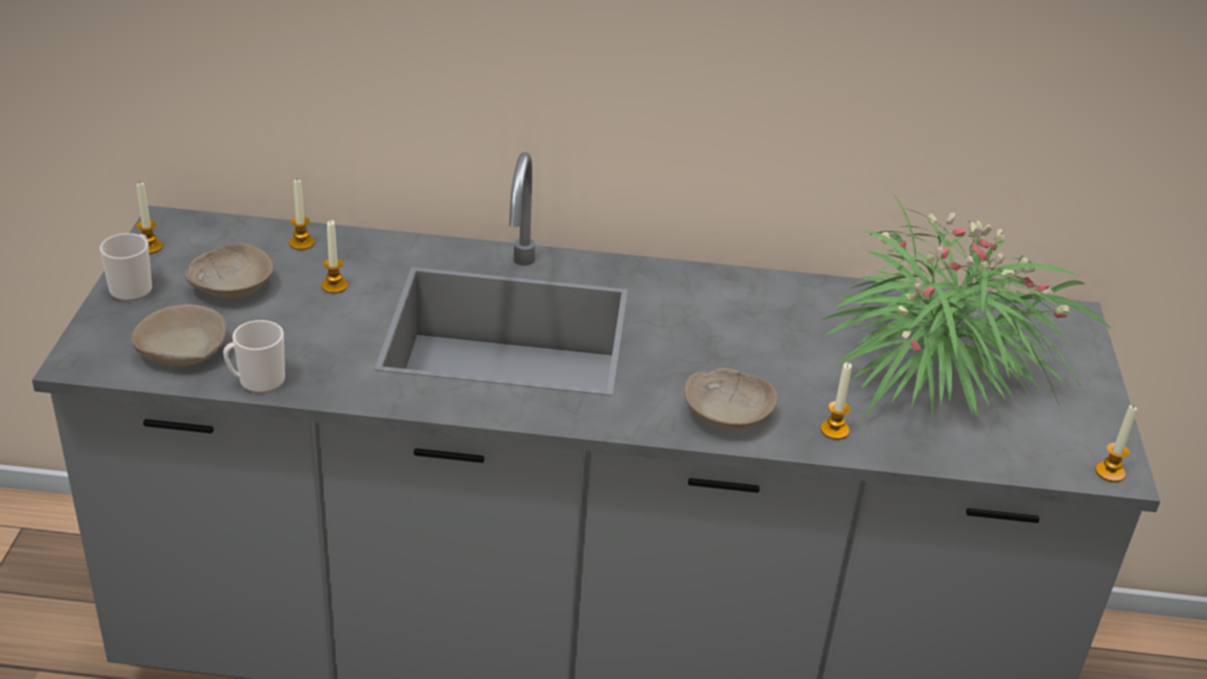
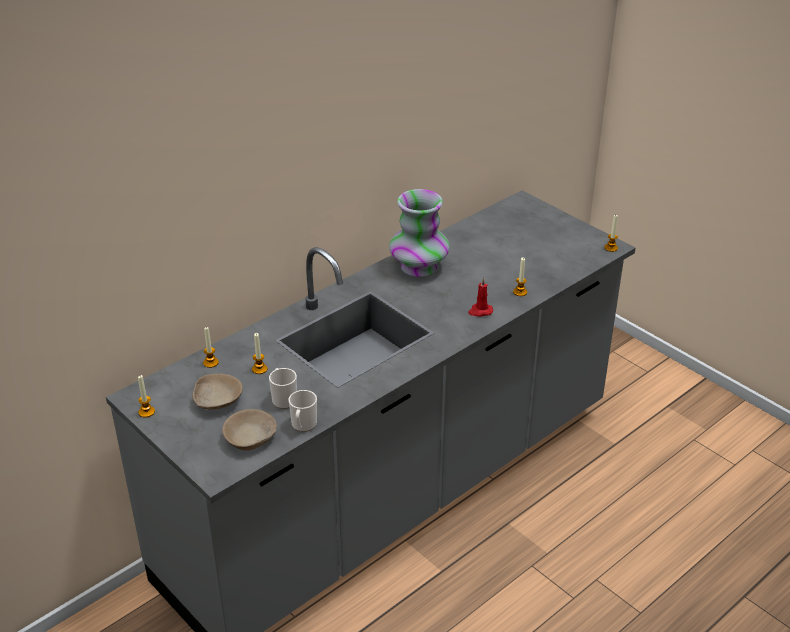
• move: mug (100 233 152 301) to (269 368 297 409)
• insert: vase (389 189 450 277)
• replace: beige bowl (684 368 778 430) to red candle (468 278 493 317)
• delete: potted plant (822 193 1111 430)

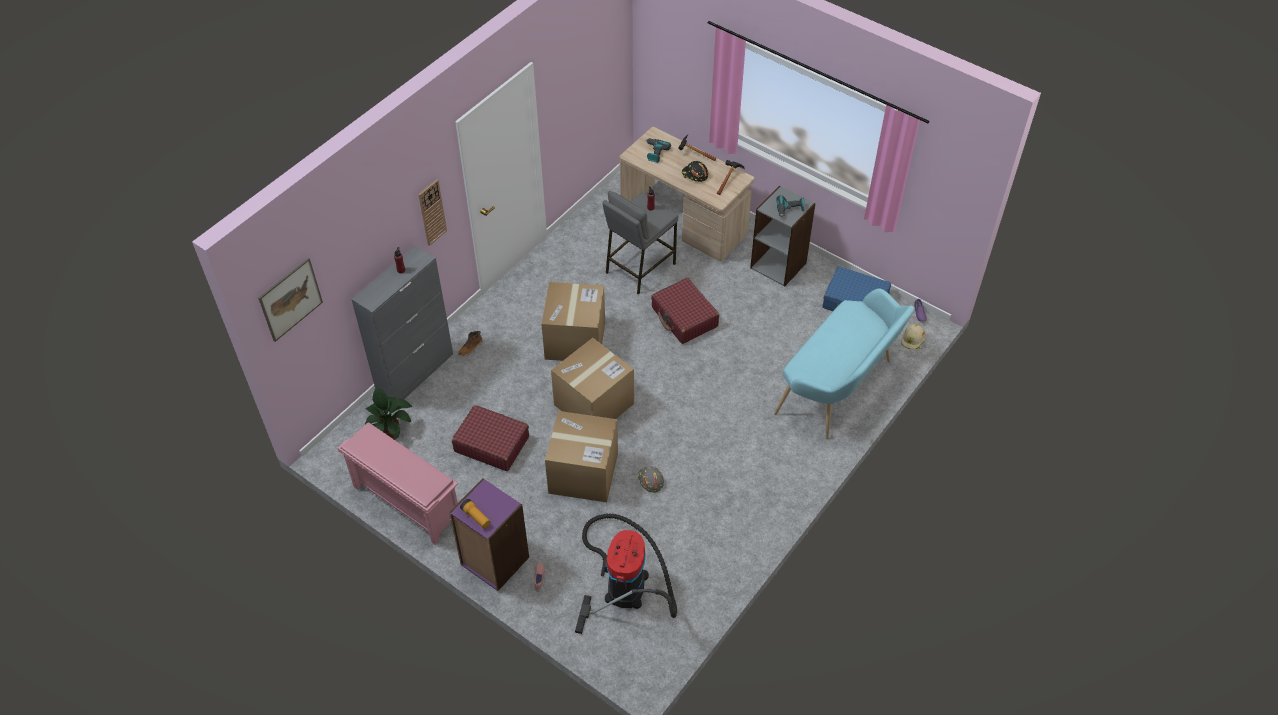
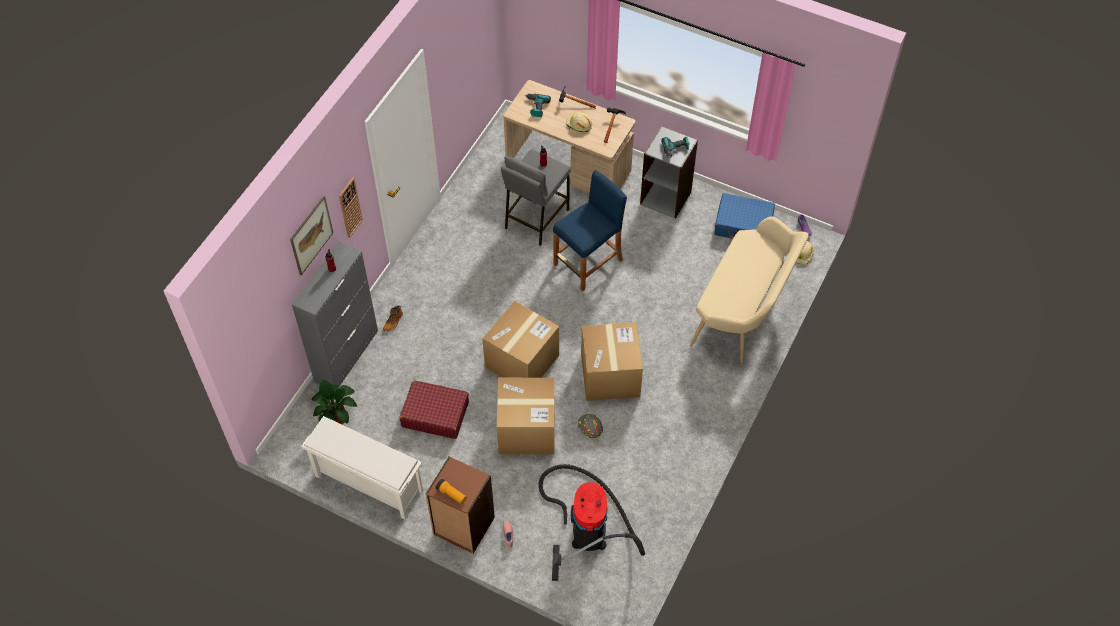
• move: picture (258 258 323 342) to (290 196 333 275)
• recolor: pink shoe rack (338 422 458 545) to white shoe rack (301 416 424 519)
• recolor: purple bookcase (449 478 529 591) to brown bookcase (426 456 495 554)
• replace: red suitcase (651 278 719 344) to blue stool (553 170 627 291)
• recolor: black hard hat (682 161 708 182) to beige hard hat (566 112 592 132)
• move: cardboard box (541 282 605 361) to (581 322 643 401)
• recolor: turquoise bench (774 288 915 439) to beige bench (690 217 809 363)

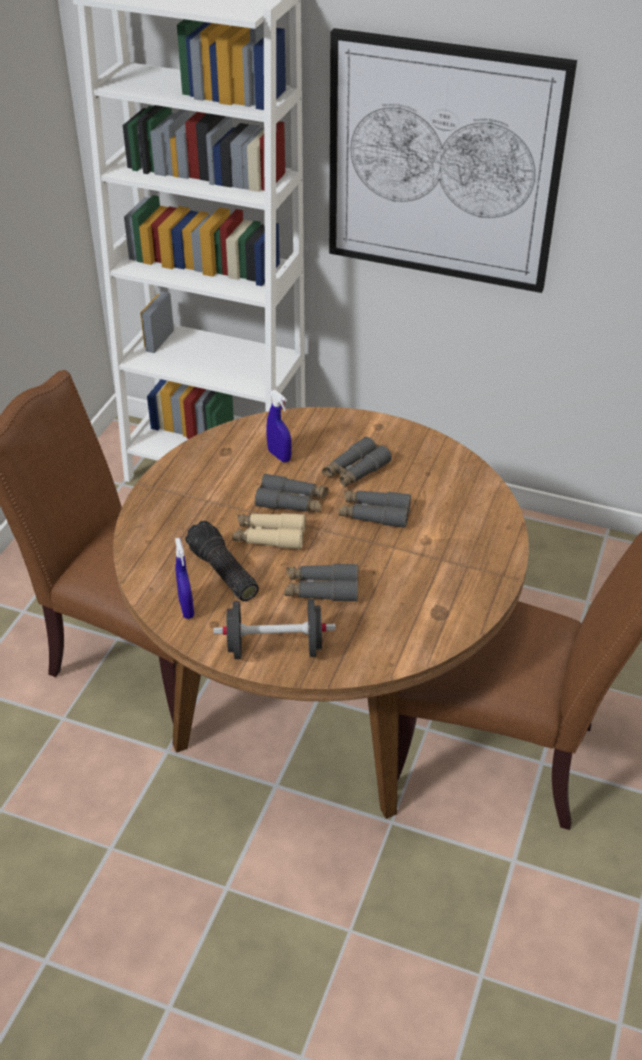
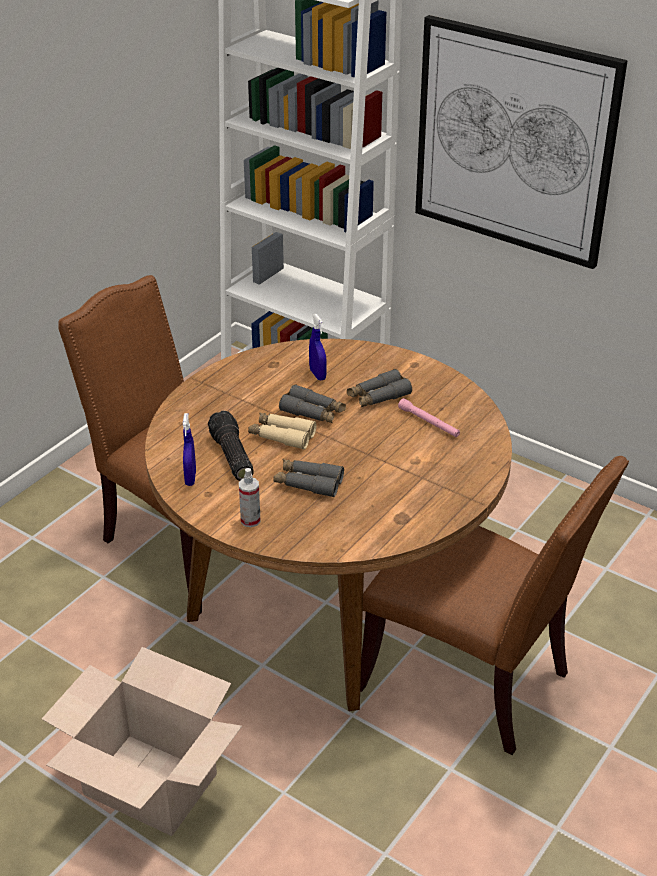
• insert: cardboard box (42 647 242 836)
• replace: black dumbbell (213 599 336 659) to spray bottle (239 468 261 527)
• insert: pink flashlight (398 398 460 437)
• delete: grey binoculars (339 490 411 528)

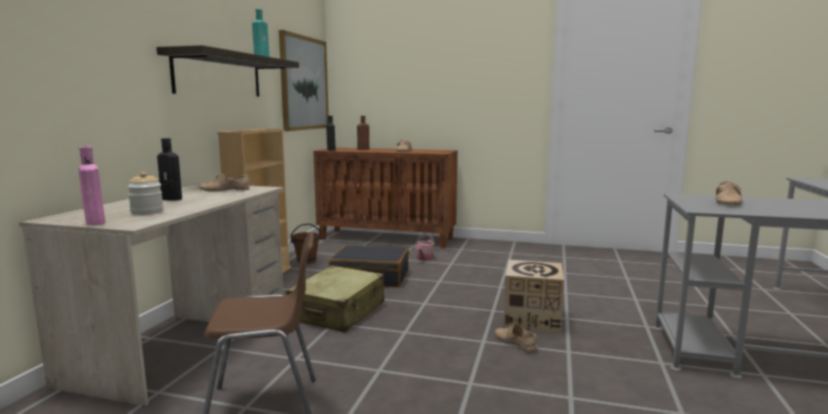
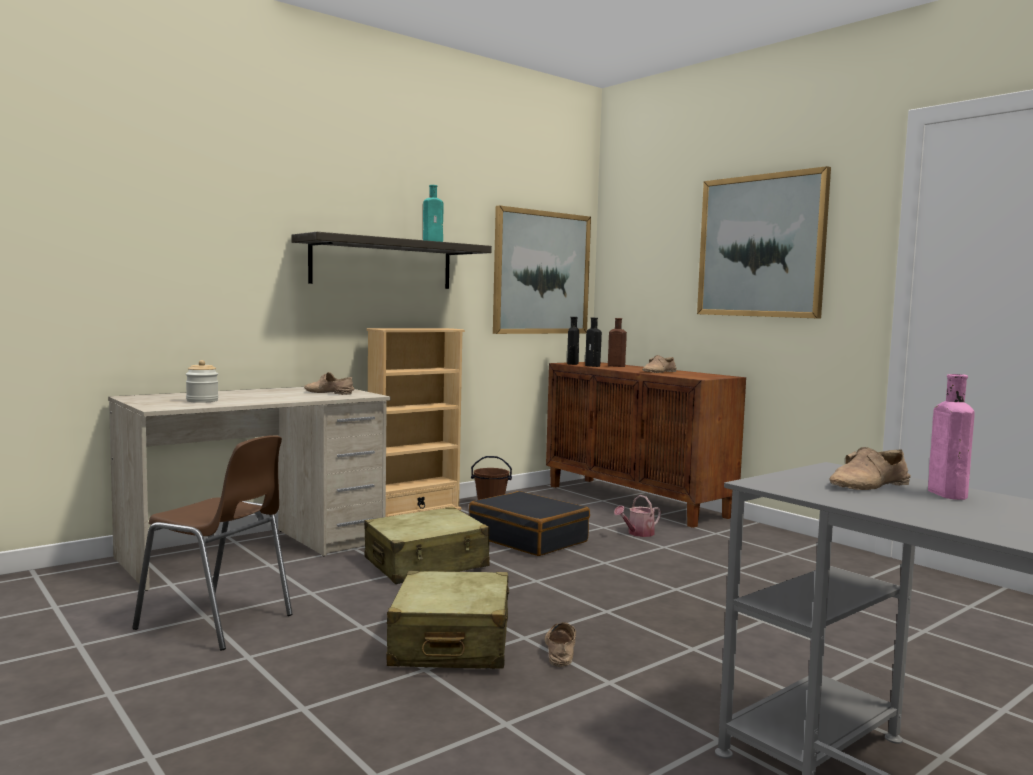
• insert: beige suitcase (386 571 509 669)
• move: black bottle (157 138 182 201) to (585 317 602 367)
• insert: picture (697 166 831 319)
• move: pink bottle (79 146 106 225) to (928 374 975 500)
• delete: cardboard box (504 260 564 334)

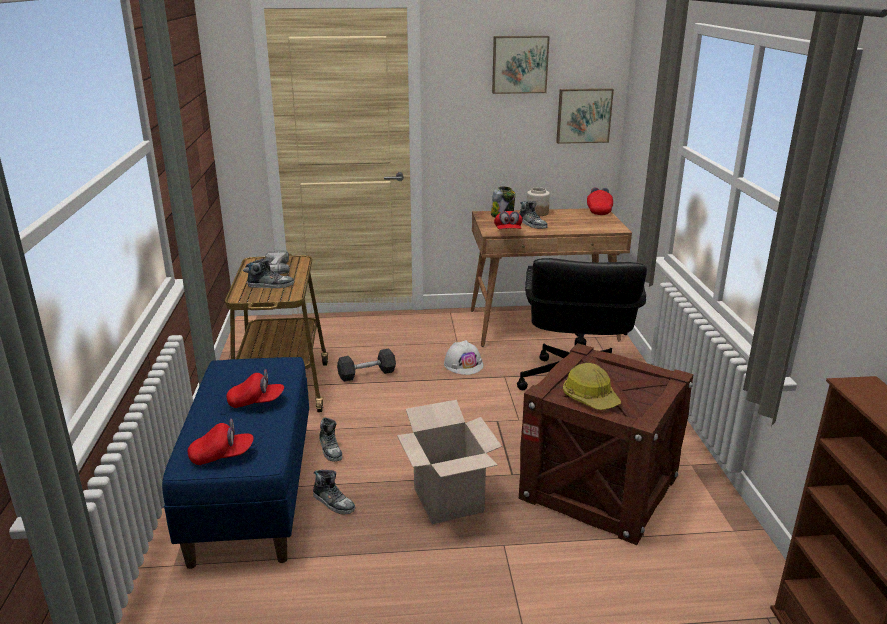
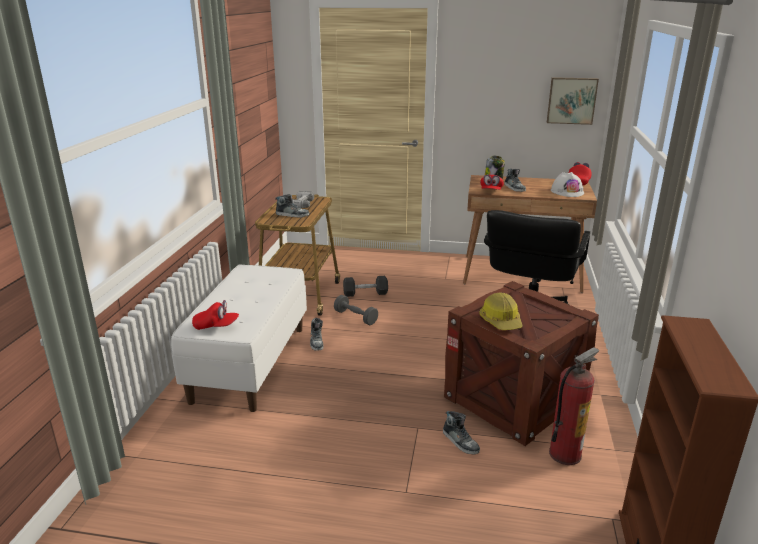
• recolor: blue bench (162 357 309 569) to white bench (171 264 307 412)
• insert: grey dumbbell (334 295 378 325)
• move: shoe (313 470 355 514) to (443 411 480 455)
• insert: fire extinguisher (549 347 599 465)
• move: white hard hat (444 340 484 375) to (551 172 584 197)
• delete: red cap (226 369 284 408)
• delete: cardboard box (397 400 502 524)
• delete: picture (492 36 550 94)
• delete: jar (527 187 550 216)

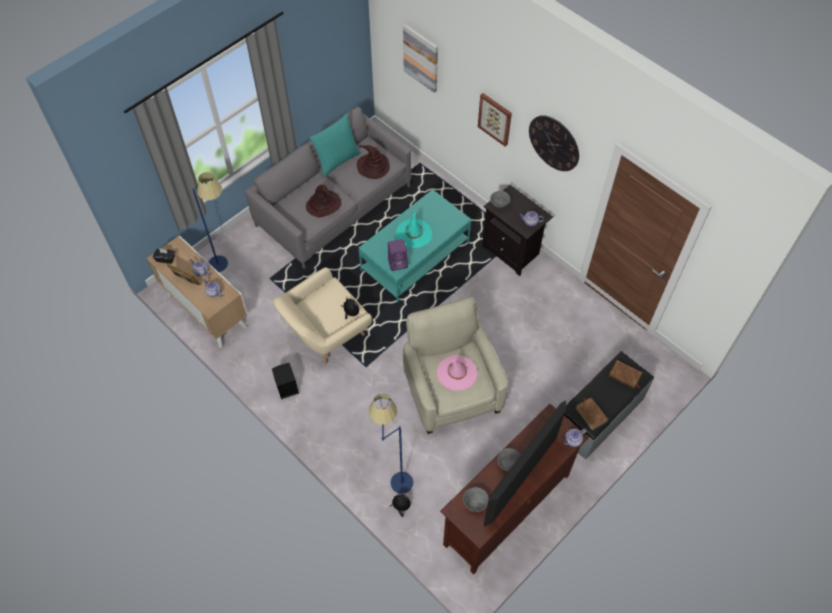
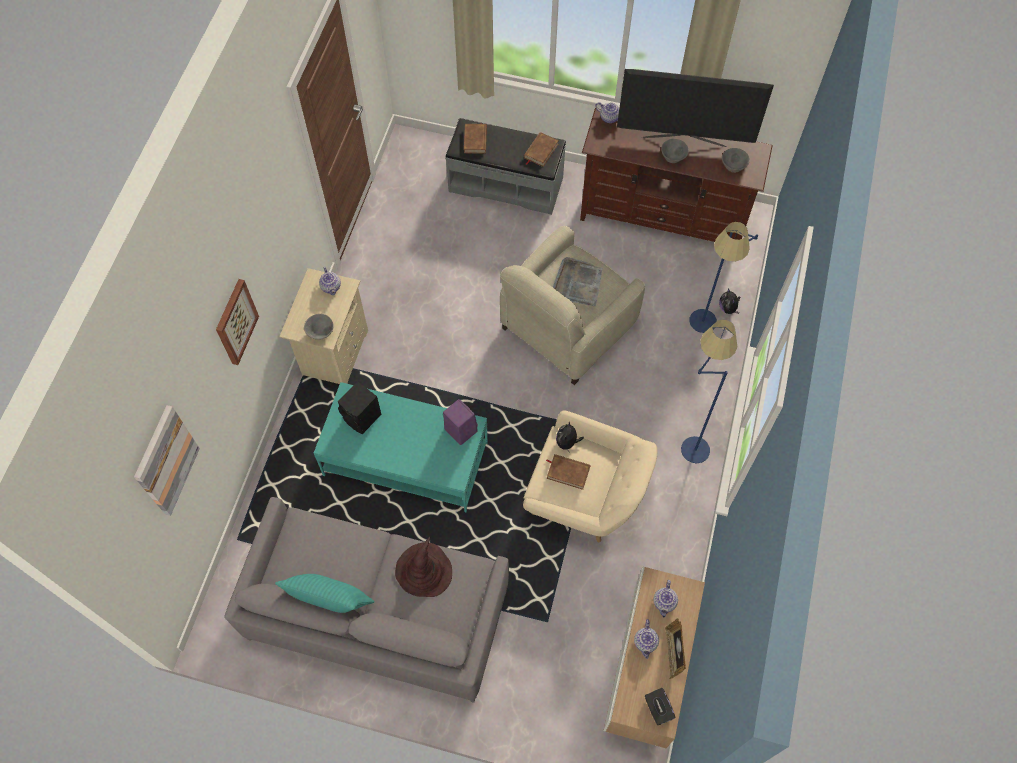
• recolor: black nightstand (482 185 553 276) to beige nightstand (279 268 368 384)
• move: black speaker (272 363 299 399) to (338 381 381 434)
• insert: brown book (546 454 591 490)
• replace: pink hat (437 355 477 391) to grey tray (553 257 602 306)
• move: blue floor lamp (192 172 228 272) to (681 320 737 463)
• delete: brown hat (357 145 390 179)
• delete: turquoise hat (396 212 432 248)
• delete: wall clock (529 115 579 171)

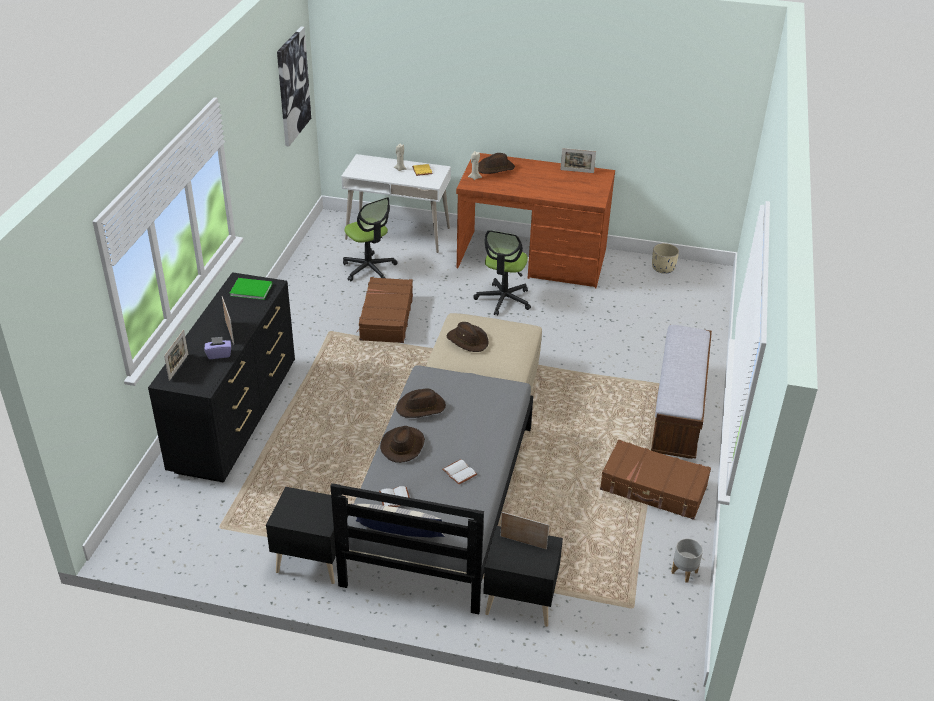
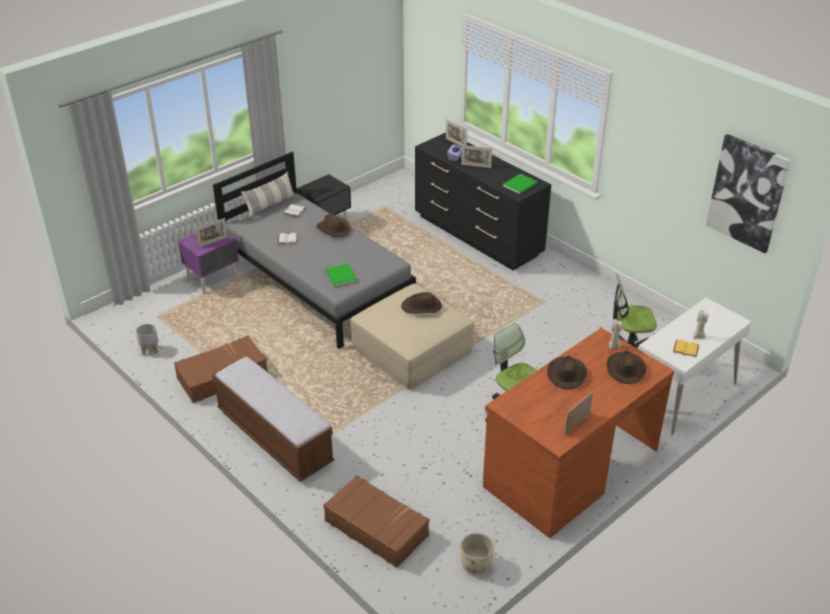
• recolor: black nightstand (483 526 563 627) to purple nightstand (178 233 239 295)
• move: brown suitcase (357 277 413 343) to (323 475 429 568)
• insert: green book (325 263 357 287)
• move: brown hat (396 388 446 418) to (547 356 587 389)

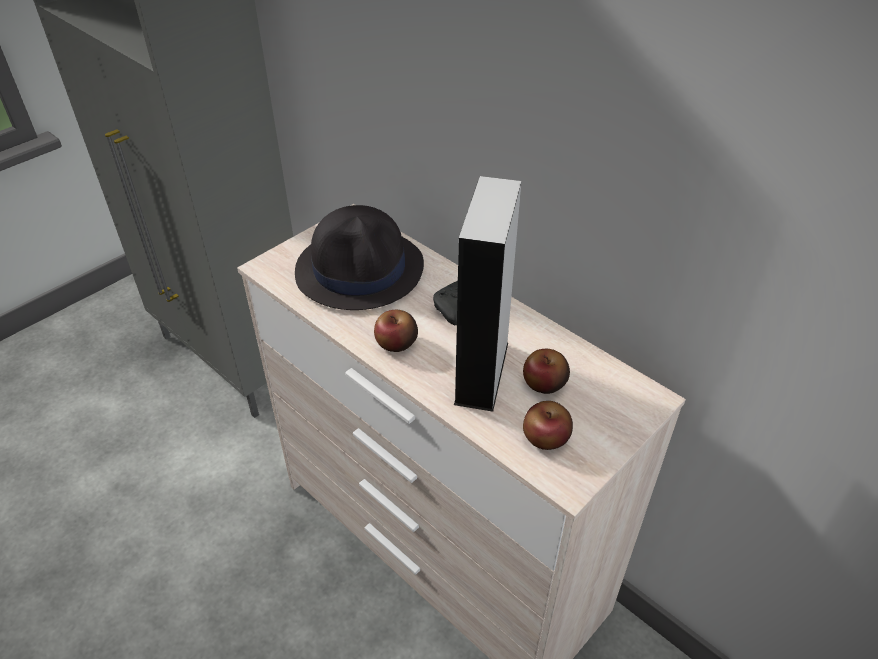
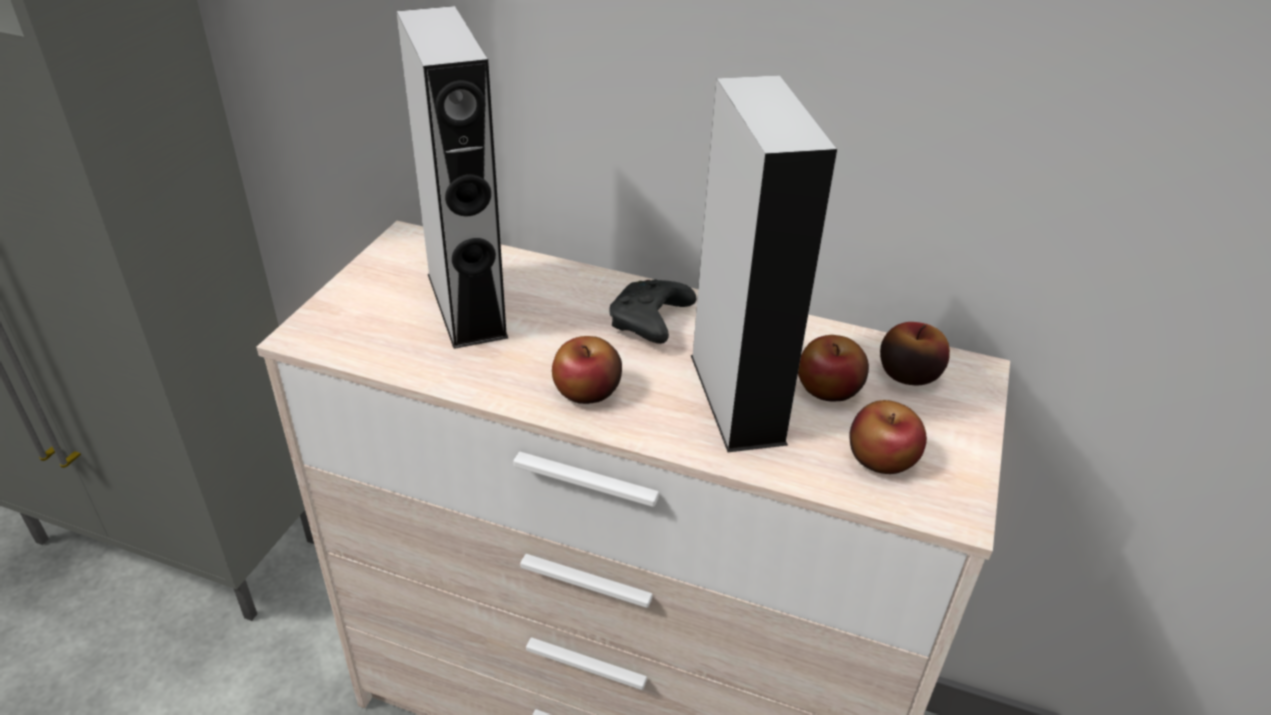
• replace: black hat (295 205 424 310) to grey speaker (396 6 508 349)
• insert: apple (880 322 950 385)

